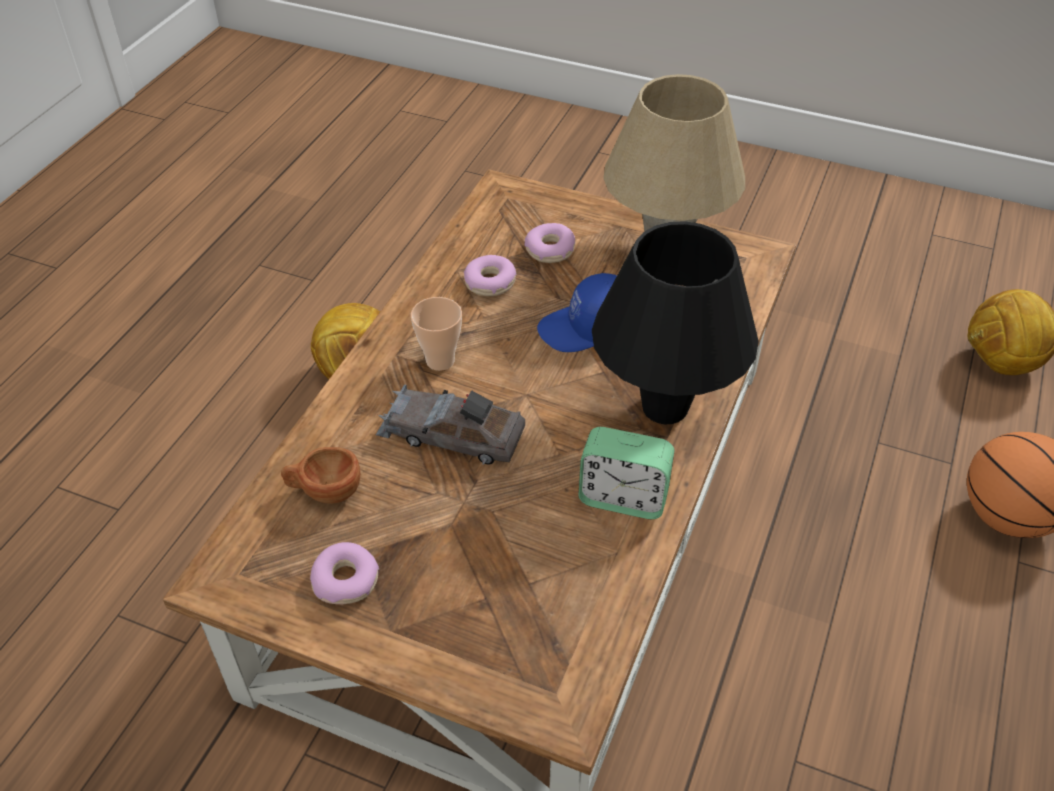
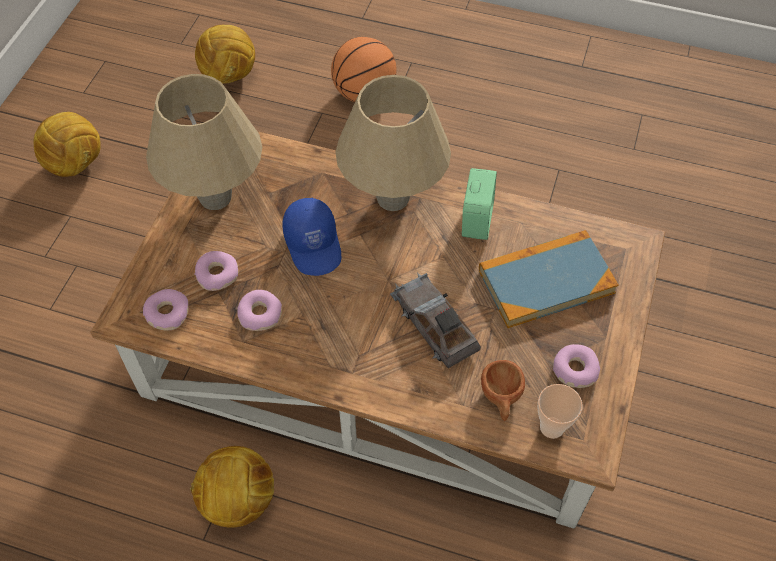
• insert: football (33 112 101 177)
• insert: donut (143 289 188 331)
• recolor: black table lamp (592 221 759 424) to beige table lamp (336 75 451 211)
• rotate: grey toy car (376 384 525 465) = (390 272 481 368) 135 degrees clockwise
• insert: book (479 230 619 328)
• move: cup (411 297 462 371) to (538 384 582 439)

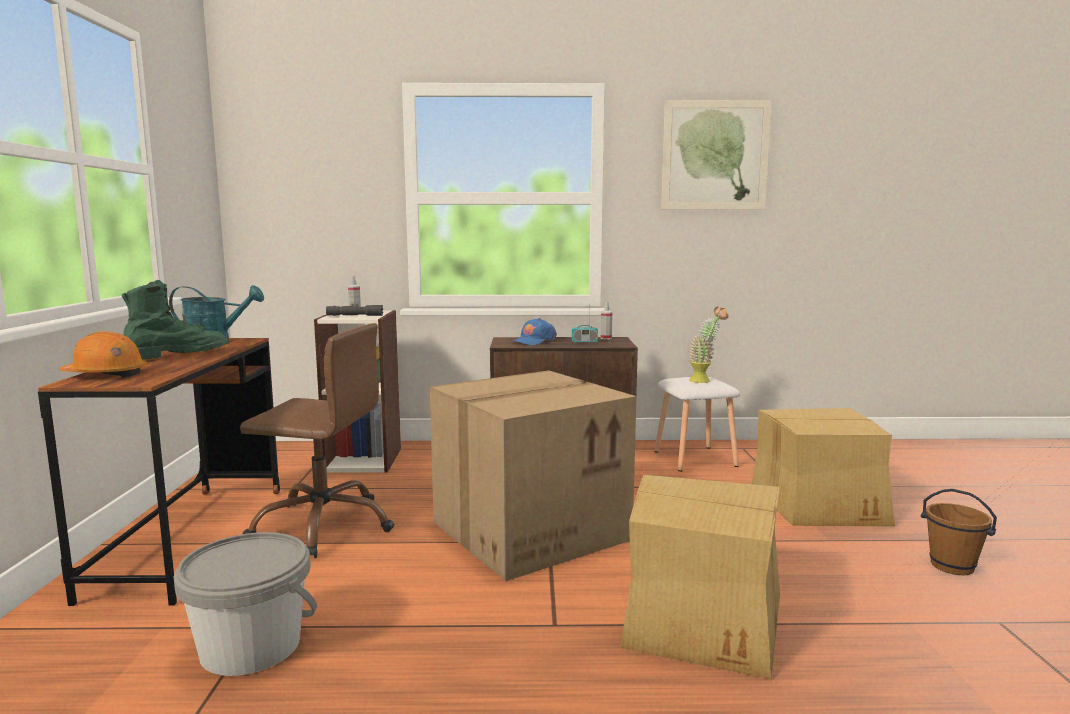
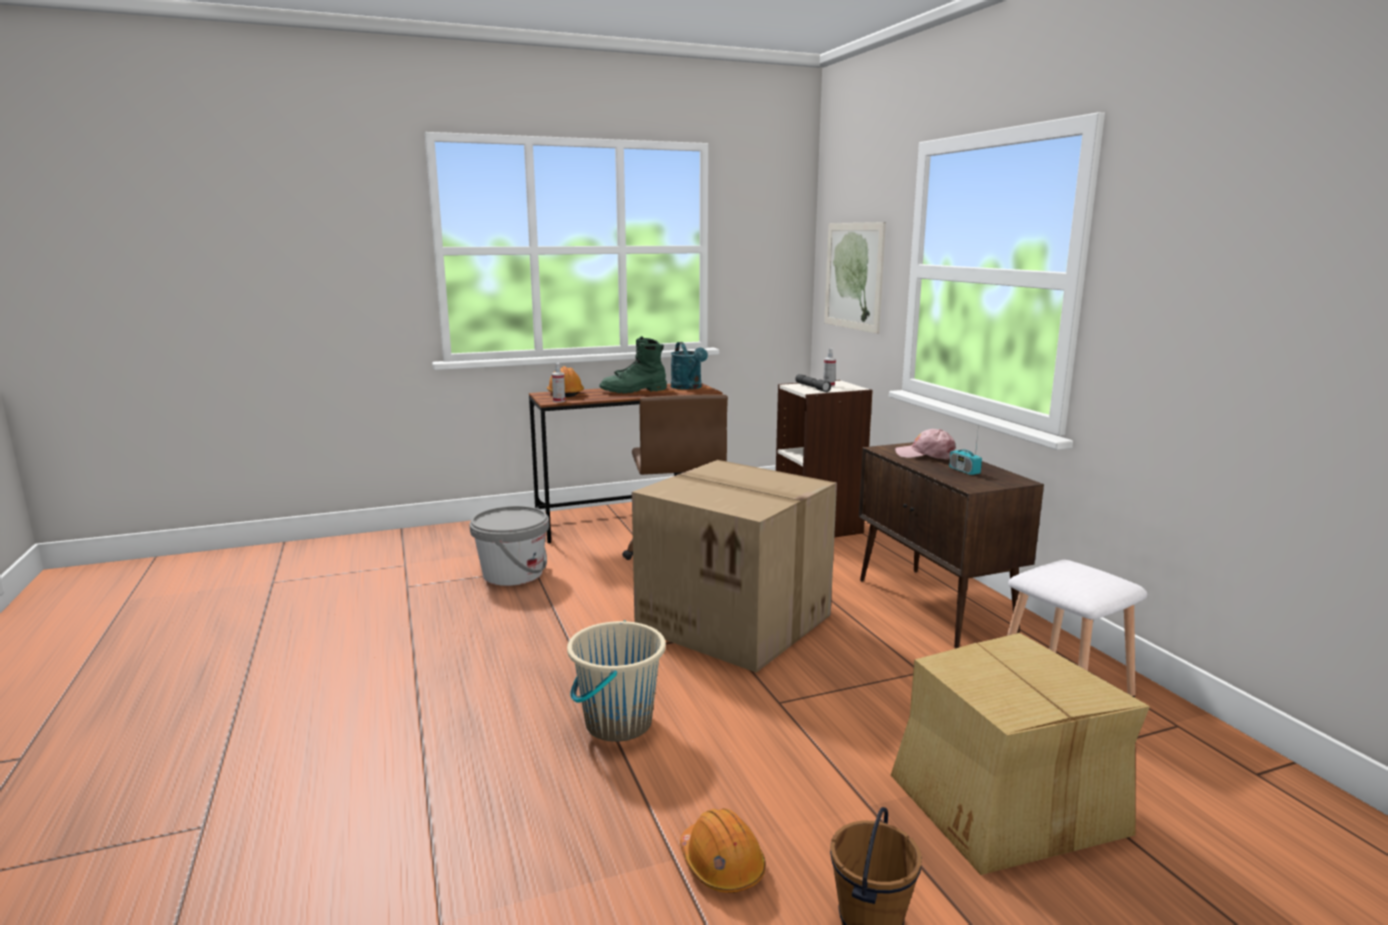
• move: spray bottle (601 302 612 340) to (552 363 565 403)
• replace: cardboard box (620 475 780 679) to beige bucket (567 620 666 742)
• rotate: green boot (122 280 229 360) = (599 336 667 393) 135 degrees clockwise
• insert: orange hard hat (680 808 766 893)
• move: picture (661 100 772 210) to (824 222 886 334)
• recolor: blue cap (511 318 557 345) to pink cap (895 429 956 460)
• delete: potted plant (689 307 729 383)

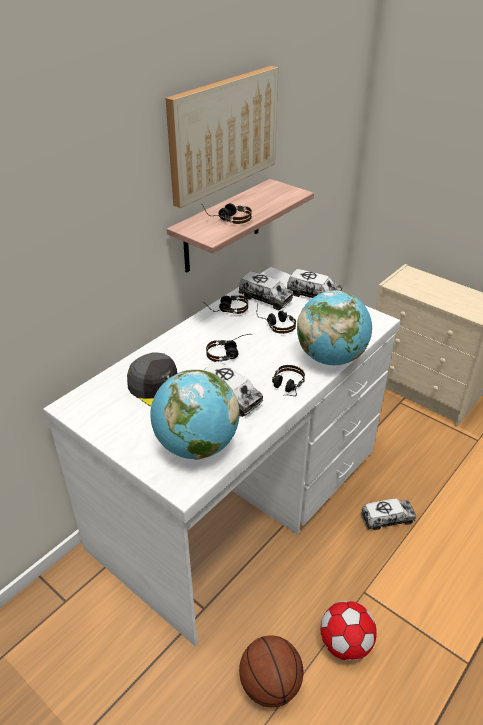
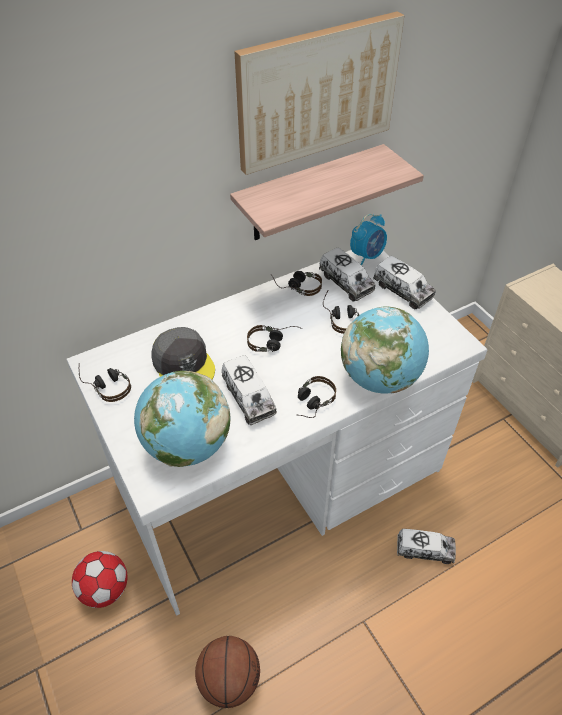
• move: football (321 601 377 661) to (72 551 127 608)
• move: headphones (201 203 252 224) to (79 364 131 402)
• insert: alarm clock (350 214 387 265)

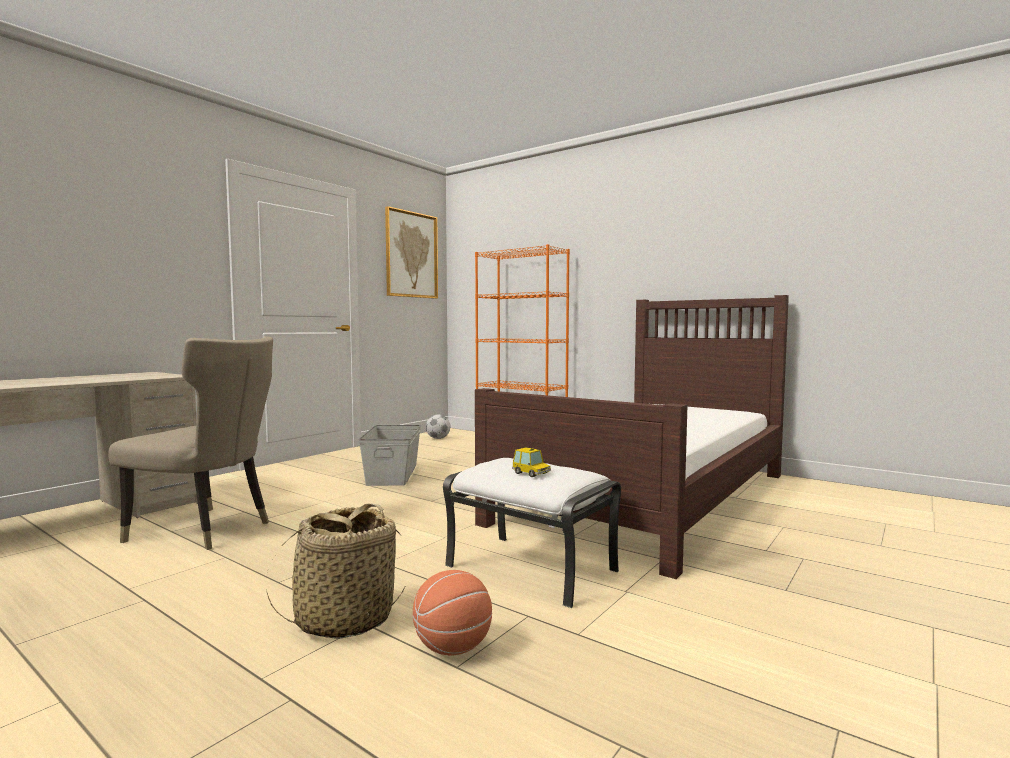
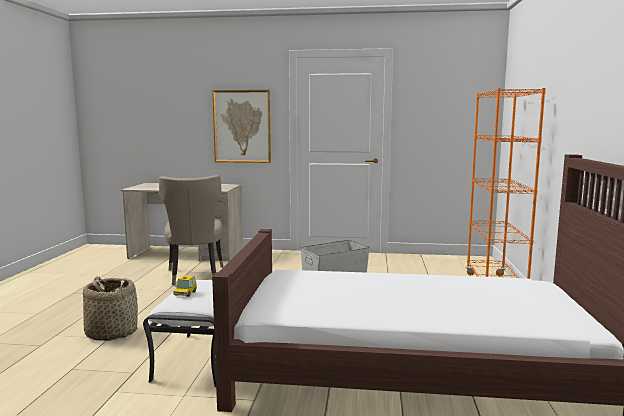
• move: picture (385 206 438 299) to (212 90 271 163)
• delete: basketball (413 570 492 655)
• delete: football (426 415 450 439)

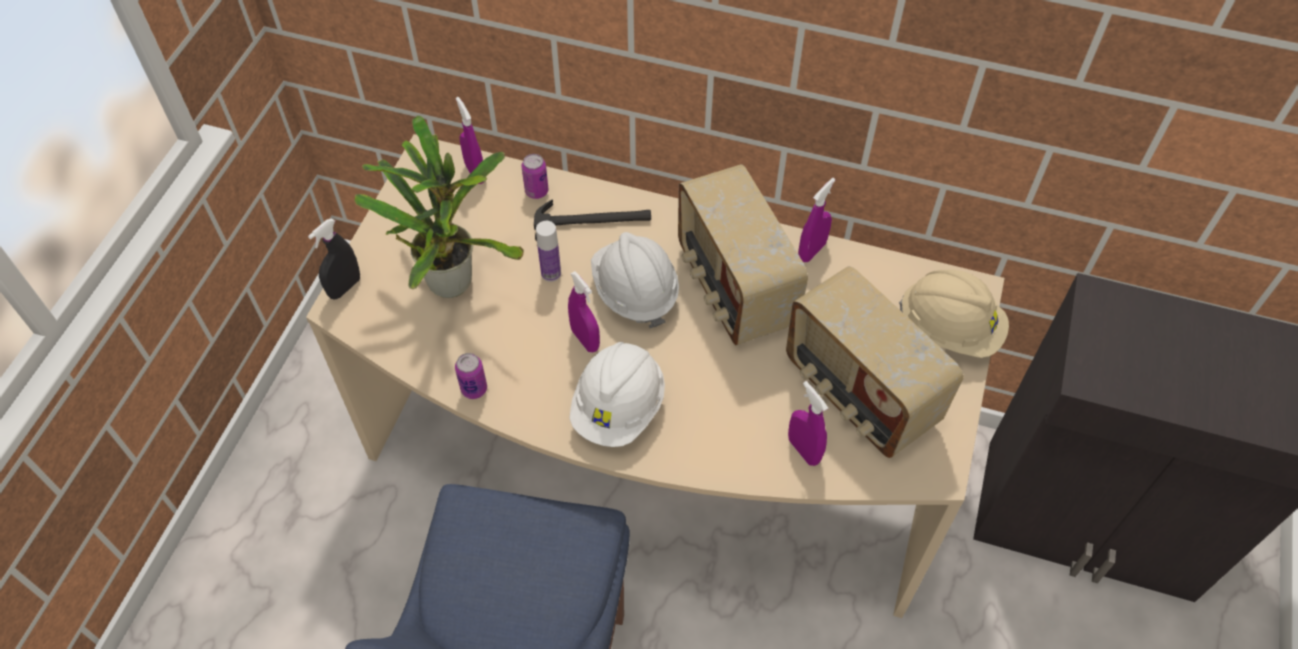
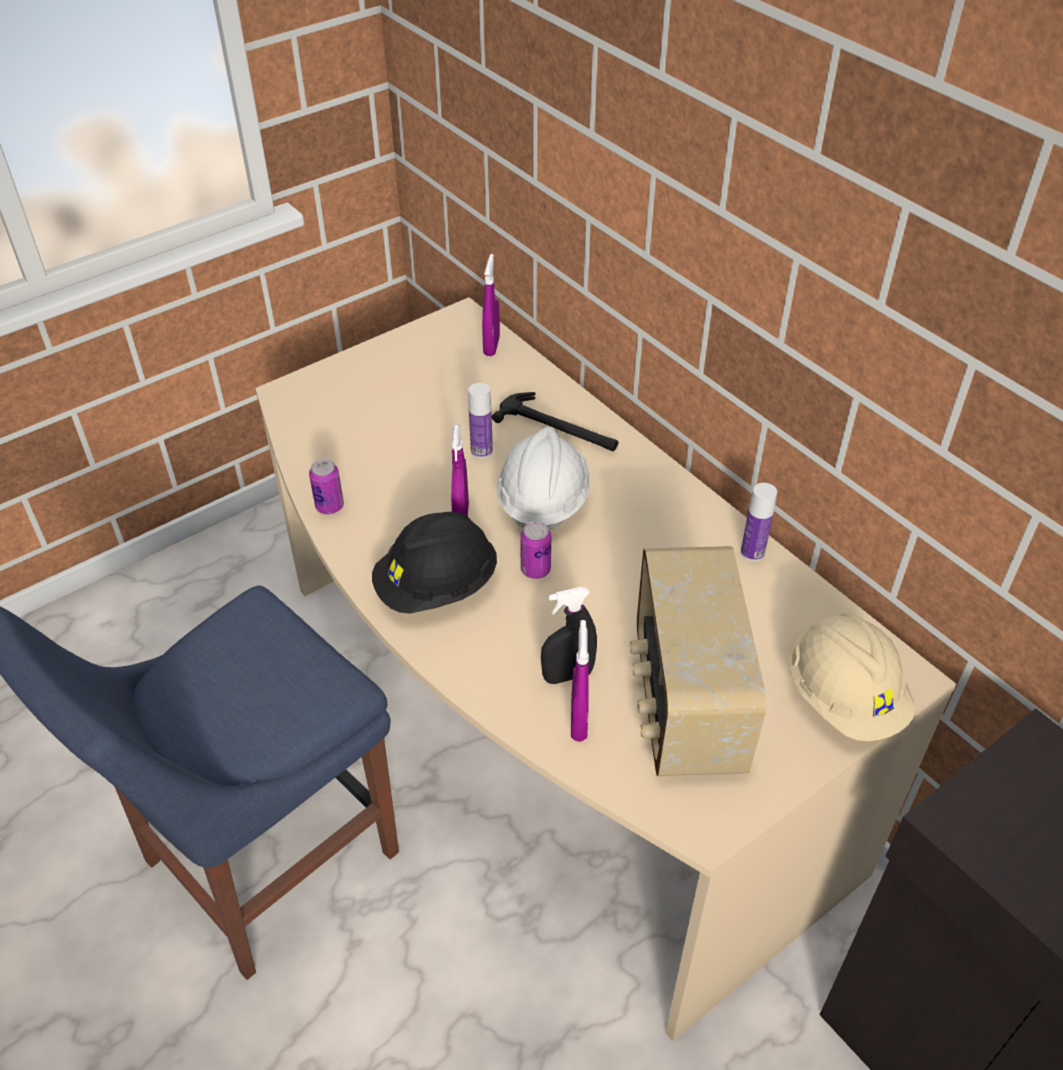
• recolor: white hard hat (569 342 665 447) to black hard hat (372 512 497 614)
• move: can (522 154 549 199) to (520 521 551 579)
• move: black spray bottle (308 218 360 300) to (541 587 597 684)
• replace: purple spray bottle (798 178 835 262) to bottle (741 483 777 561)
• delete: potted plant (354 116 524 298)
• delete: radio (678 164 808 345)

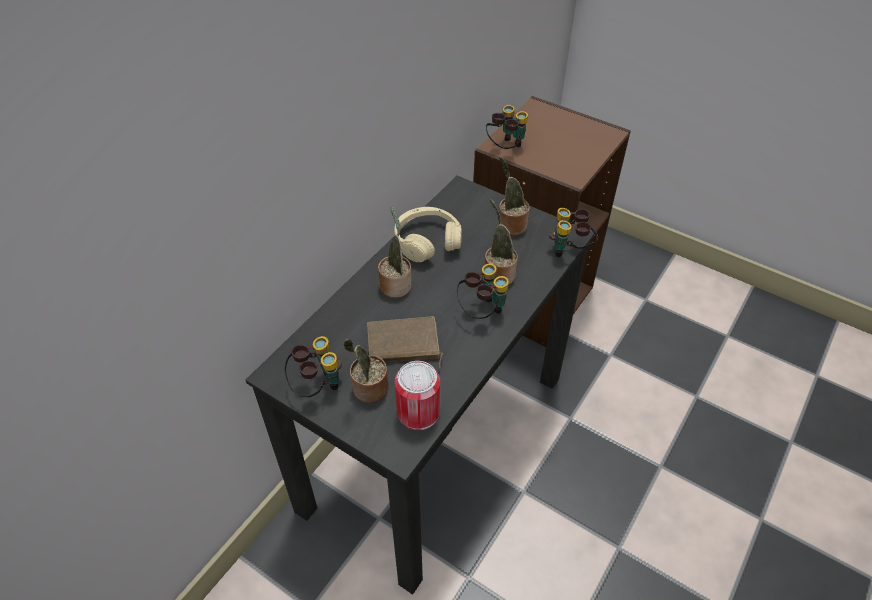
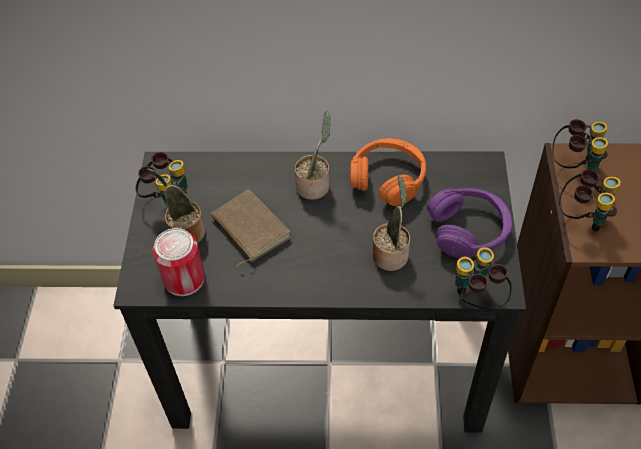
• recolor: beige headphones (394 207 462 262) to orange headphones (350 138 426 206)
• replace: potted plant (498 157 530 236) to purple headphones (427 188 512 258)
• move: binoculars (457 263 509 319) to (559 169 621 231)

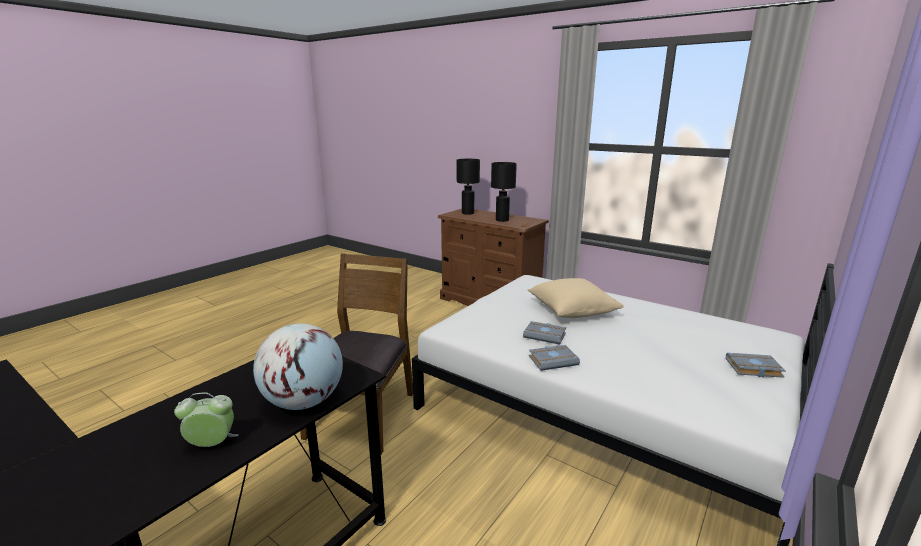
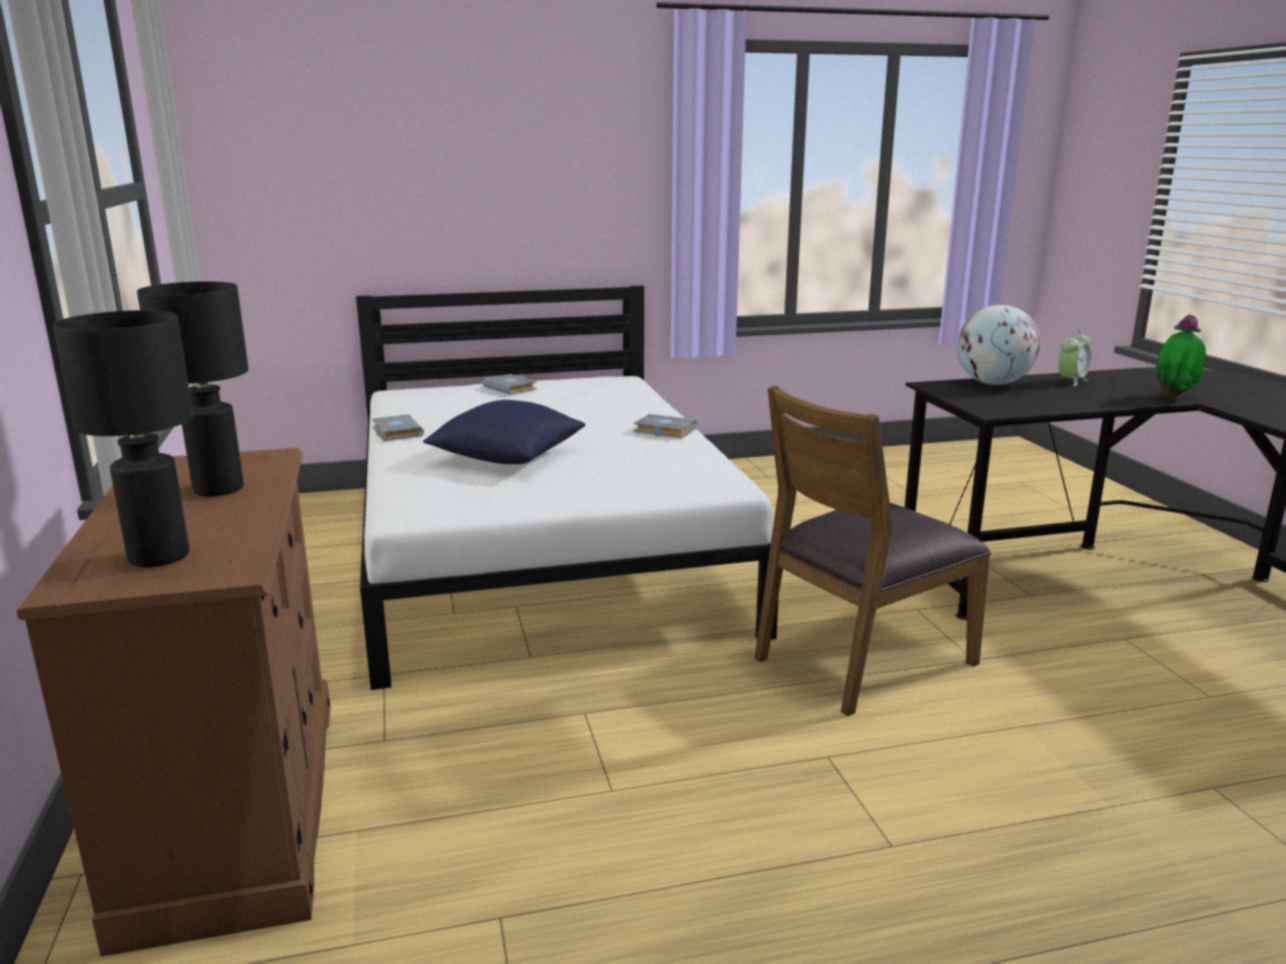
• move: grey book (523 321 566 345) to (372 414 424 441)
• recolor: beige pillow (527 278 624 318) to blue pillow (423 400 585 464)
• rotate: alarm clock (174 393 238 447) = (1058 330 1091 386) 75 degrees counterclockwise
• insert: potted plant (1154 314 1206 398)

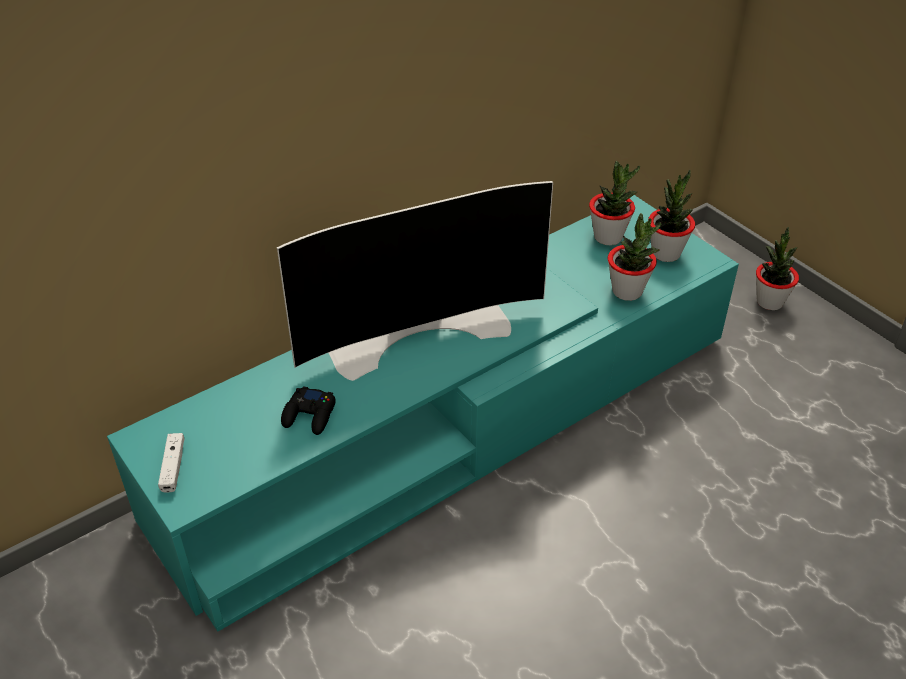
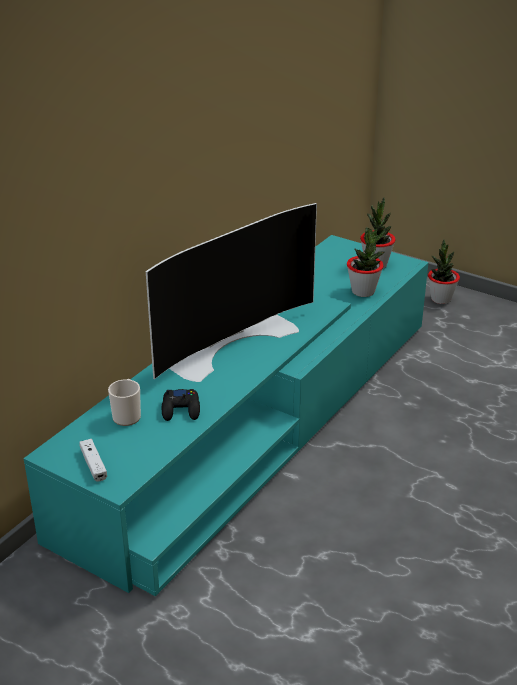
• insert: mug (108 379 141 426)
• delete: potted plant (589 161 640 245)

